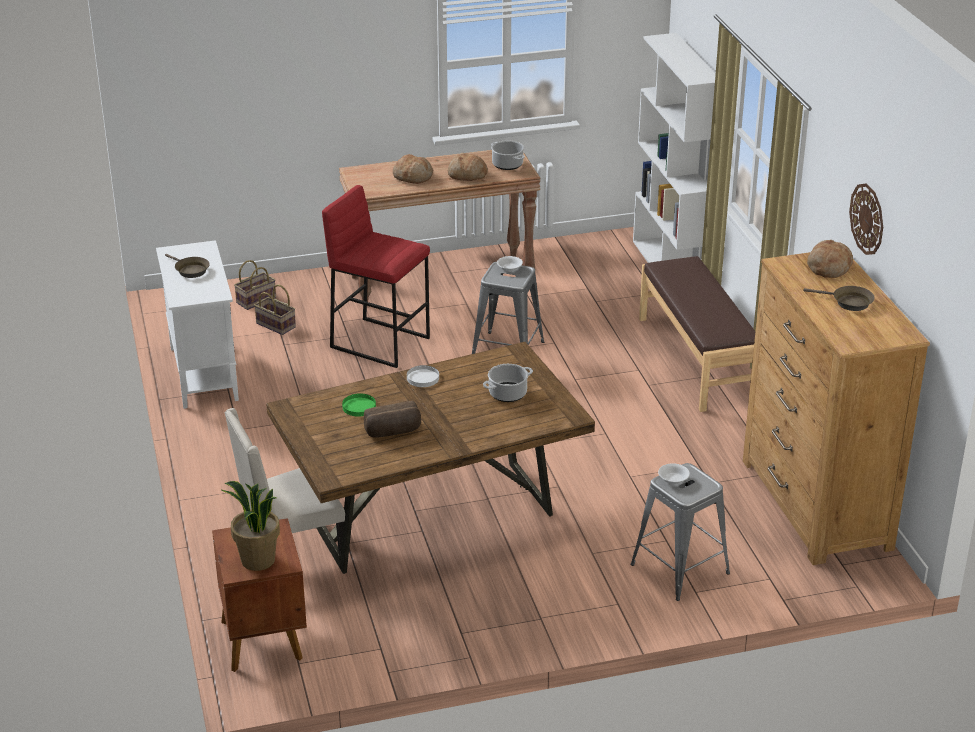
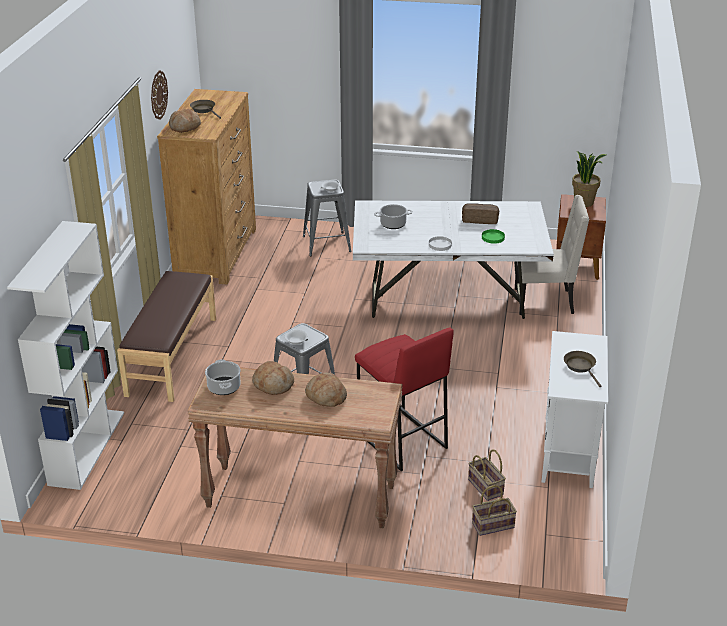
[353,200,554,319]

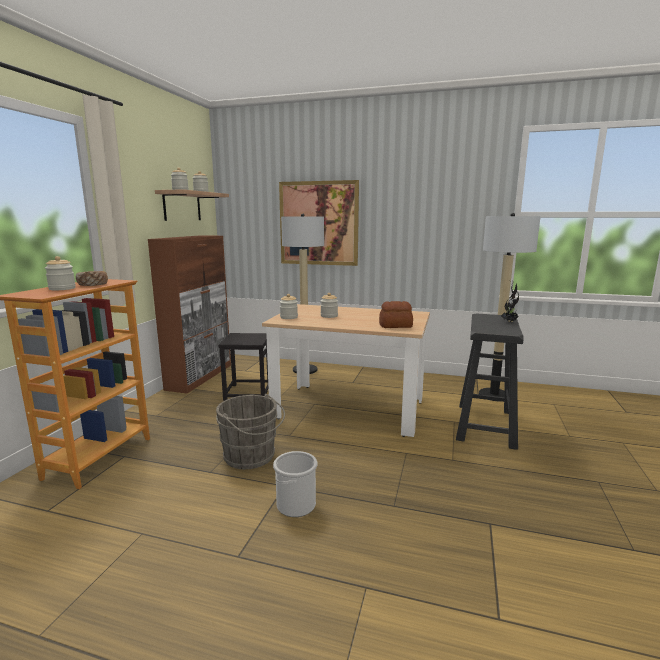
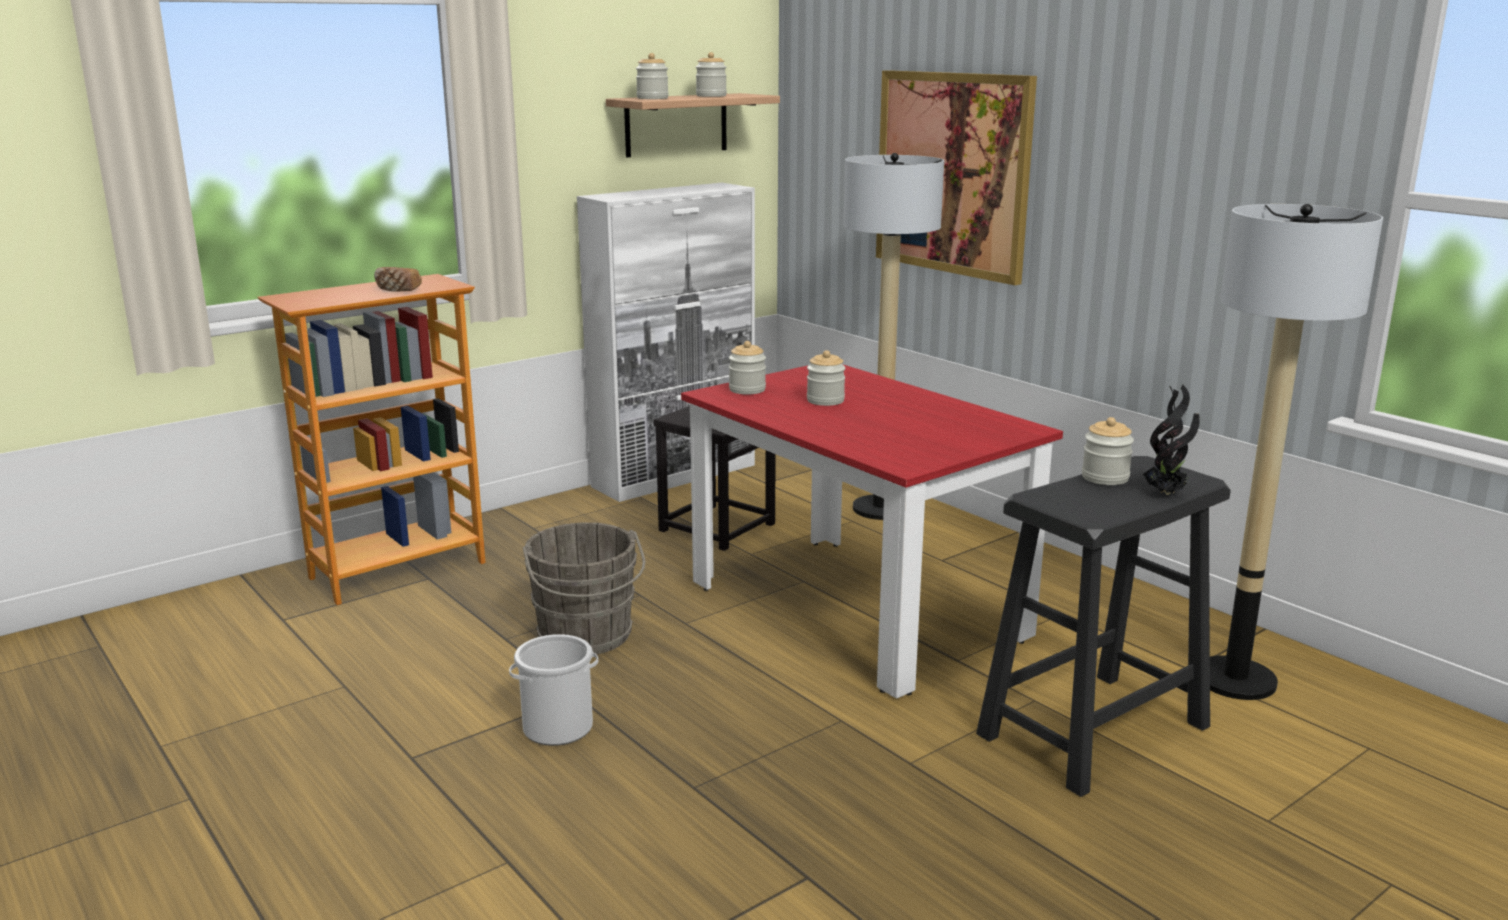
[379,301,413,328] (first image)
[1082,417,1134,485]
[577,183,755,502]
[681,364,1063,699]

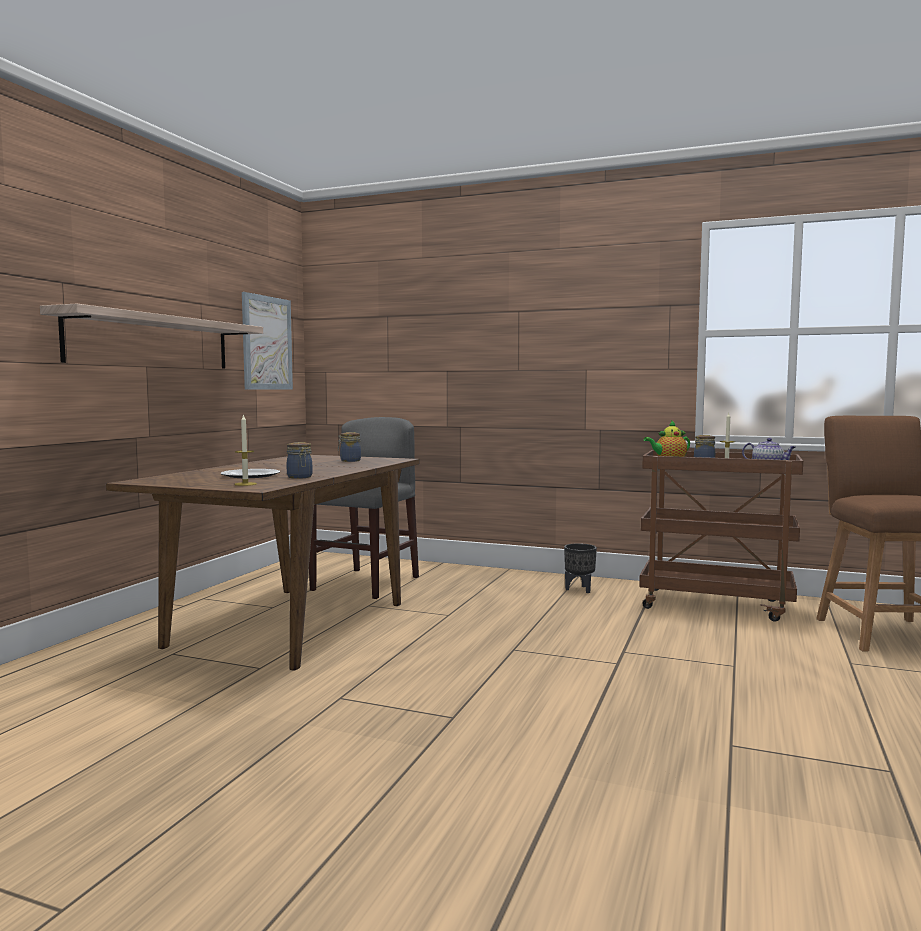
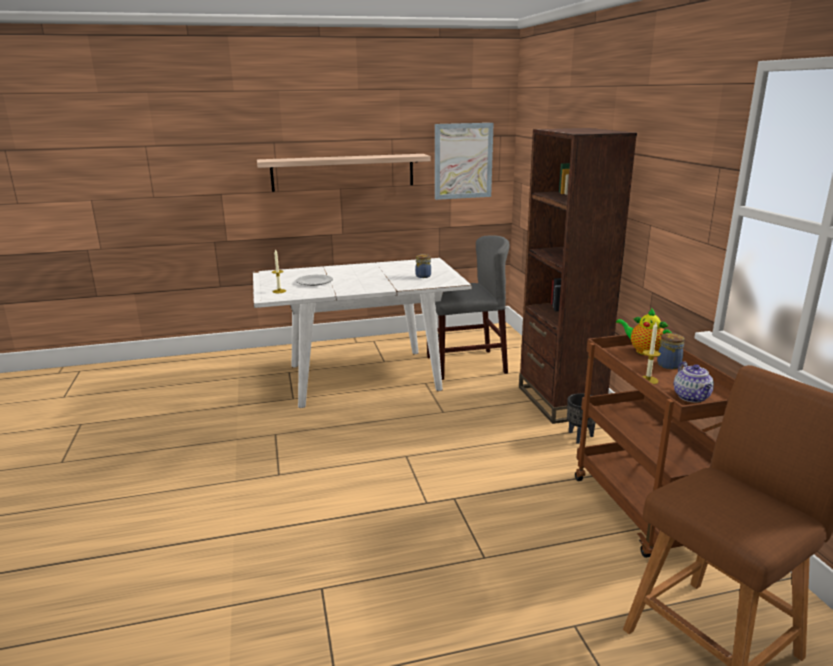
[287,442,313,479] (first image)
[519,128,637,424]
[253,258,472,408]

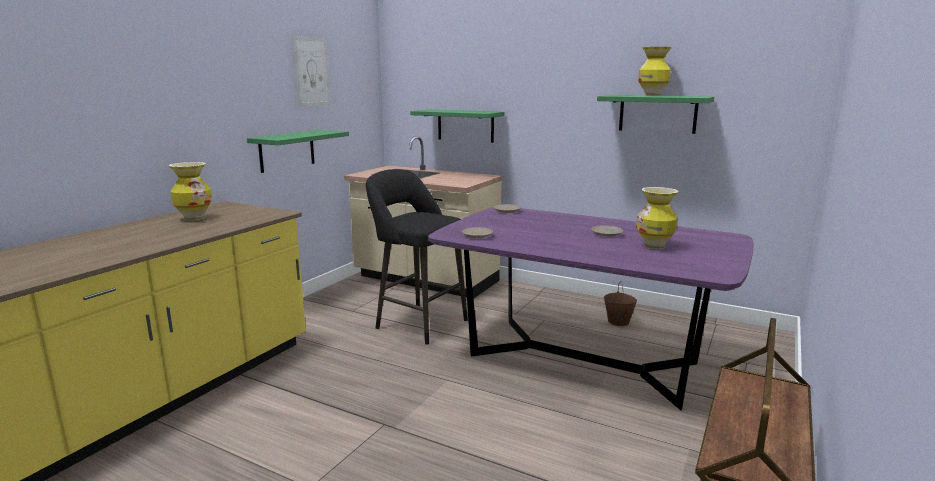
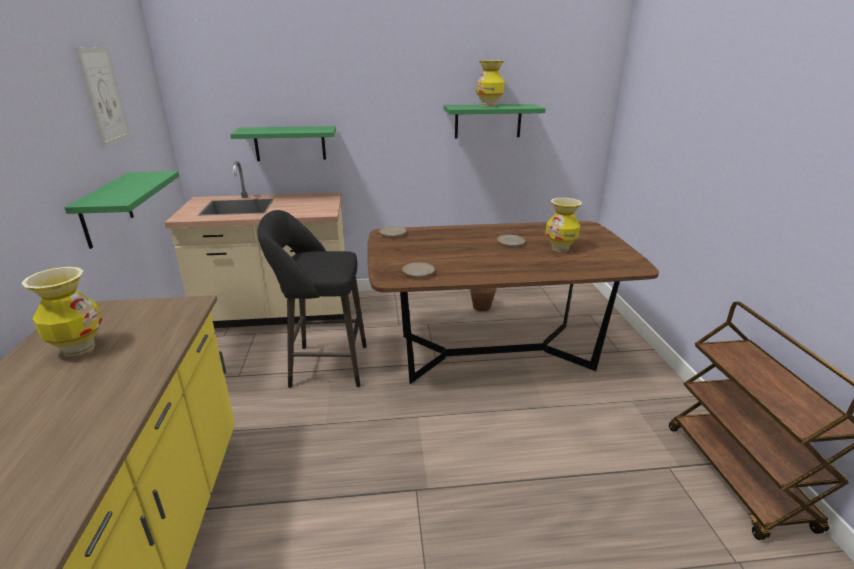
[368,221,659,384]

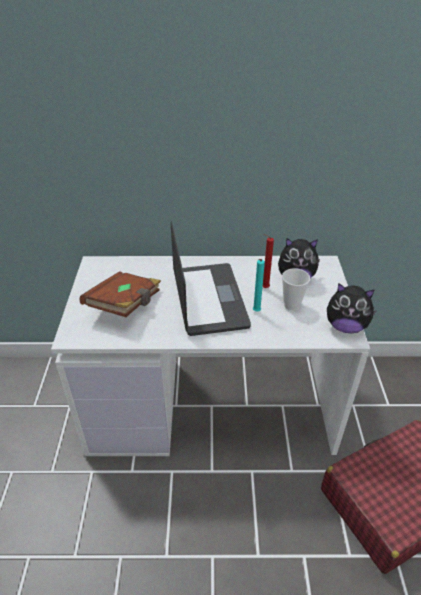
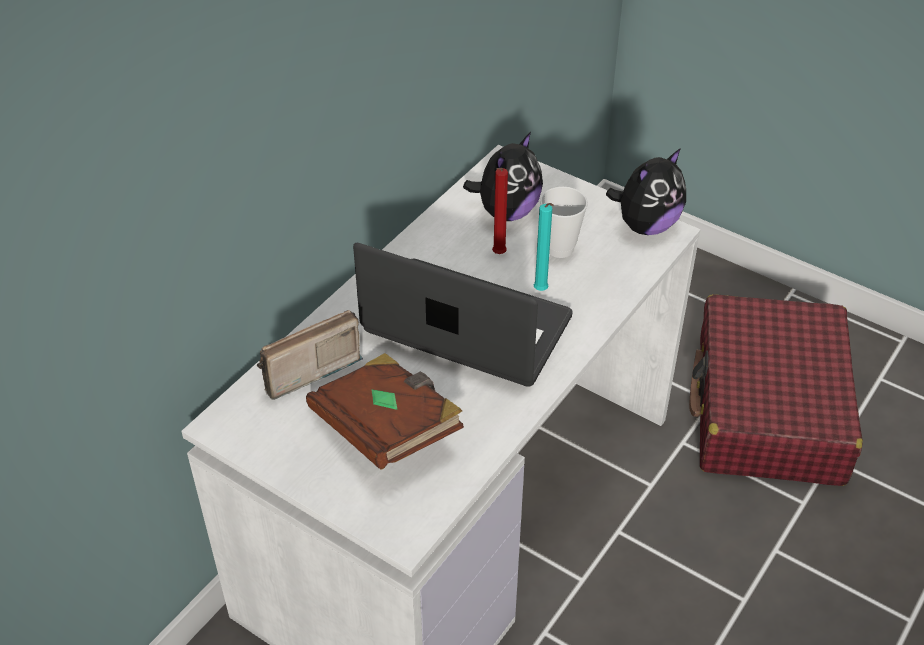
[257,310,363,400]

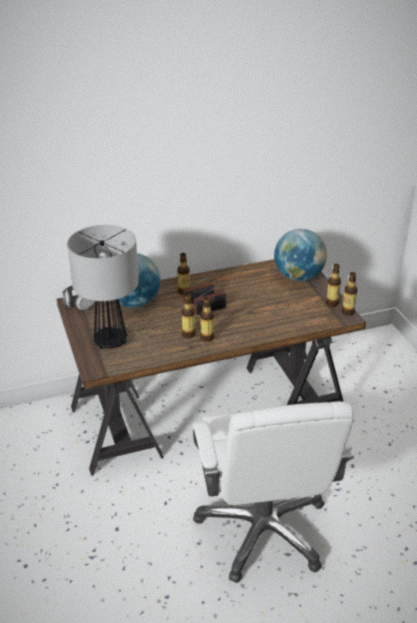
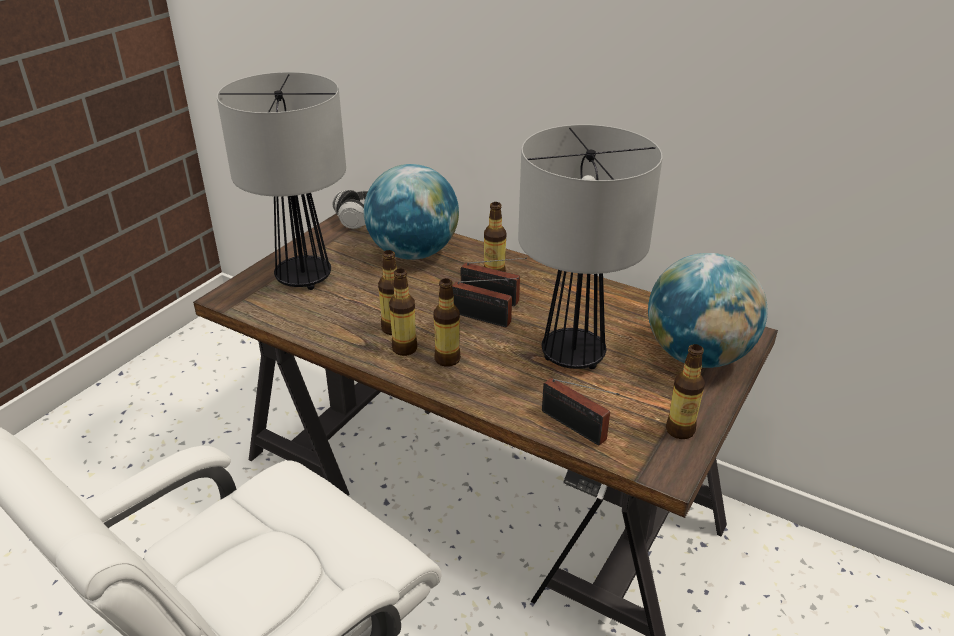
[518,124,663,369]
[542,378,619,446]
[434,278,461,367]

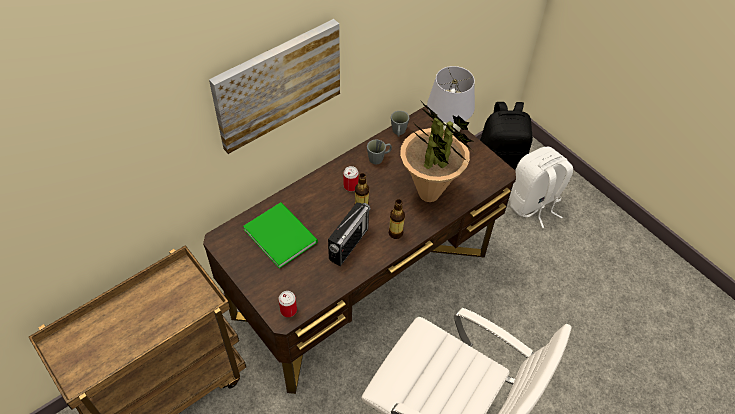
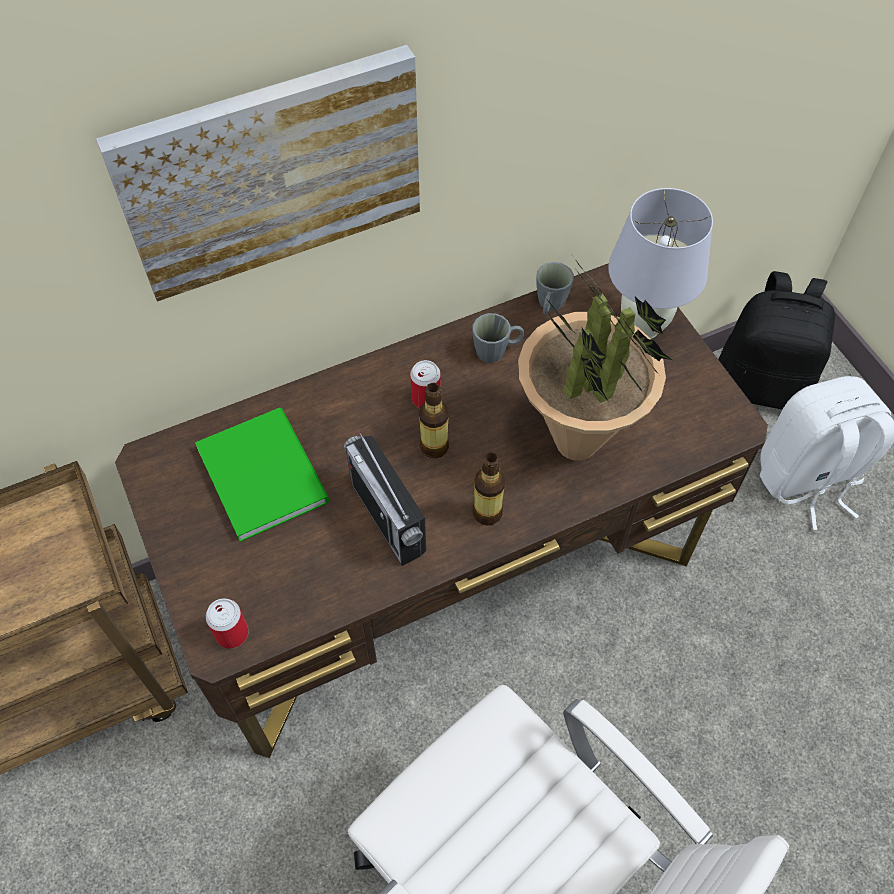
[344,430,426,566]

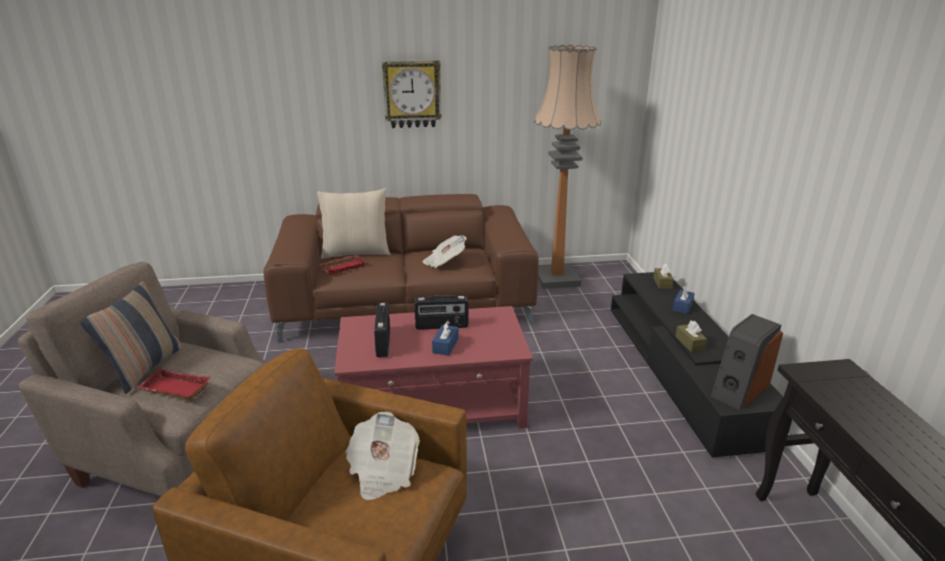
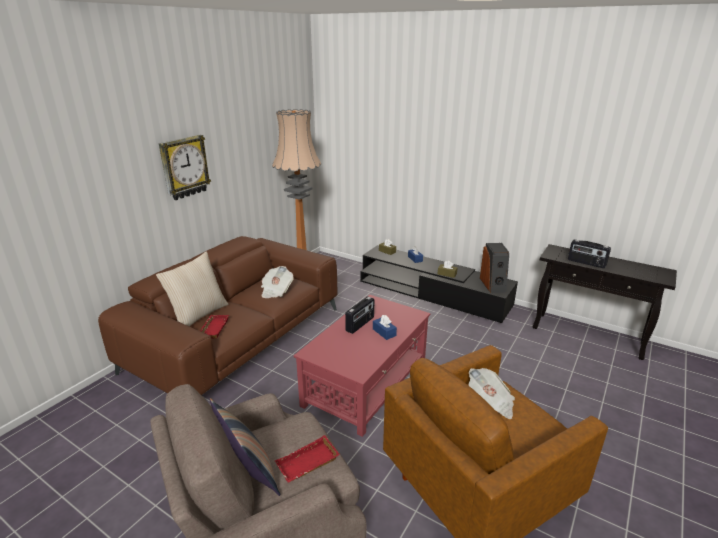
[568,240,611,268]

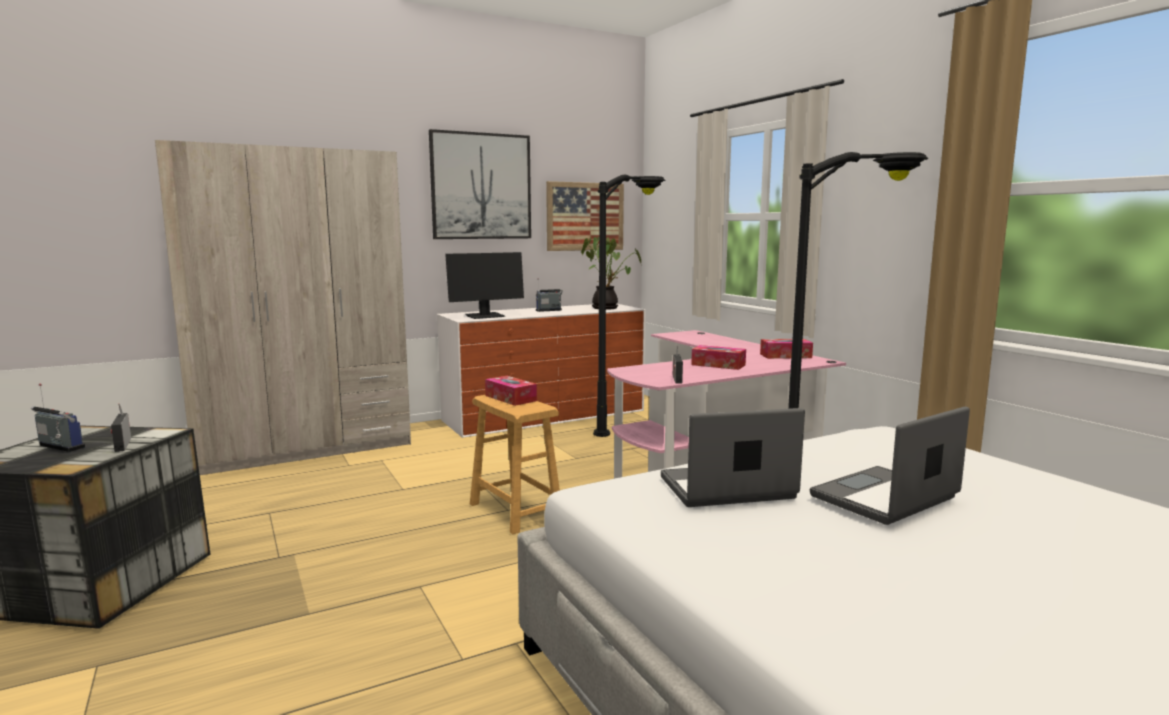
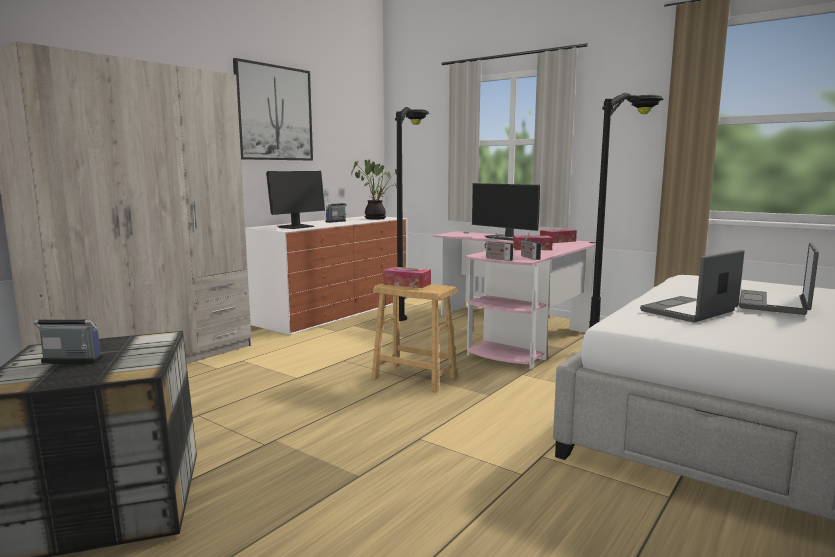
[546,181,624,251] (first image)
[472,183,540,241]
[484,233,513,261]

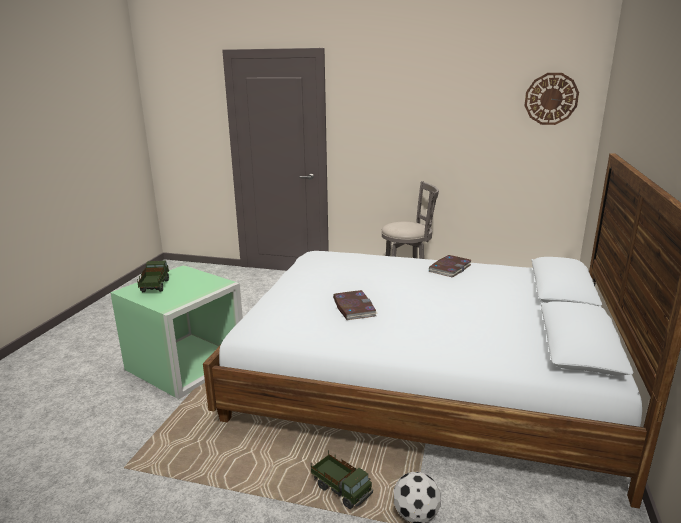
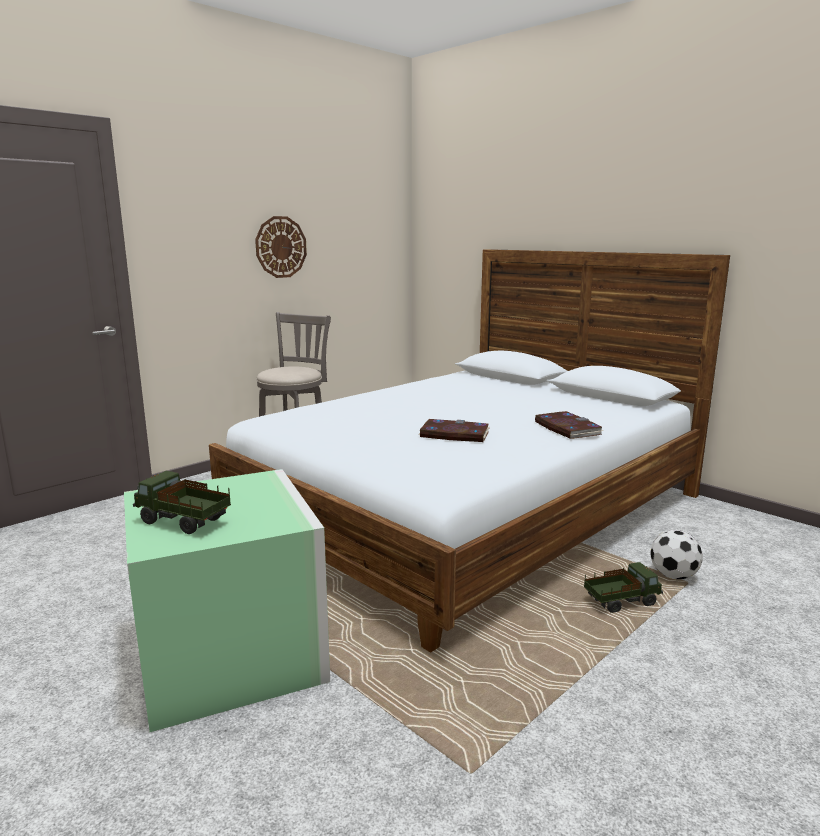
[535,411,604,439]
[255,216,307,278]

